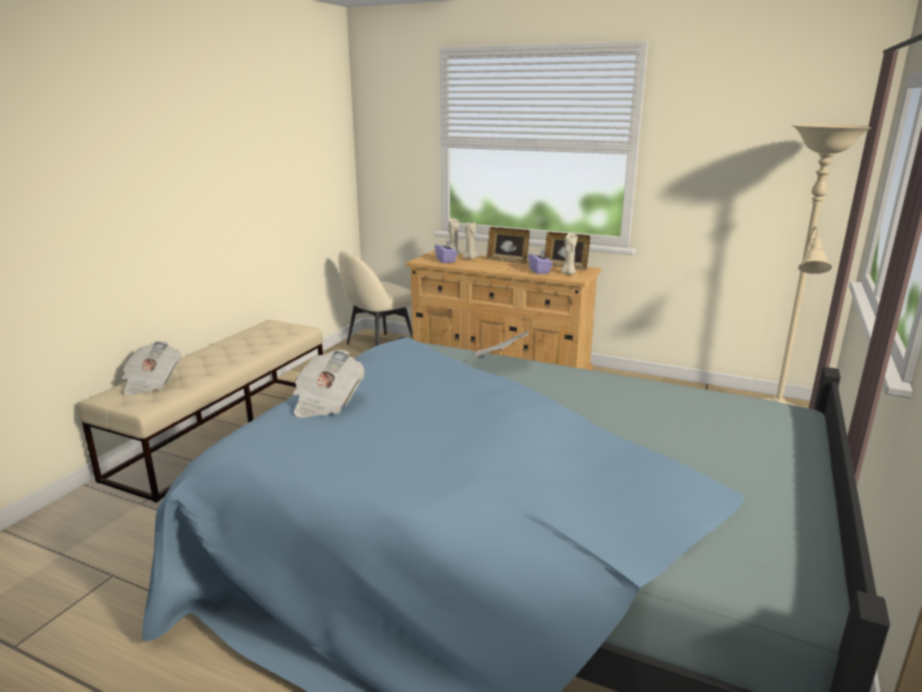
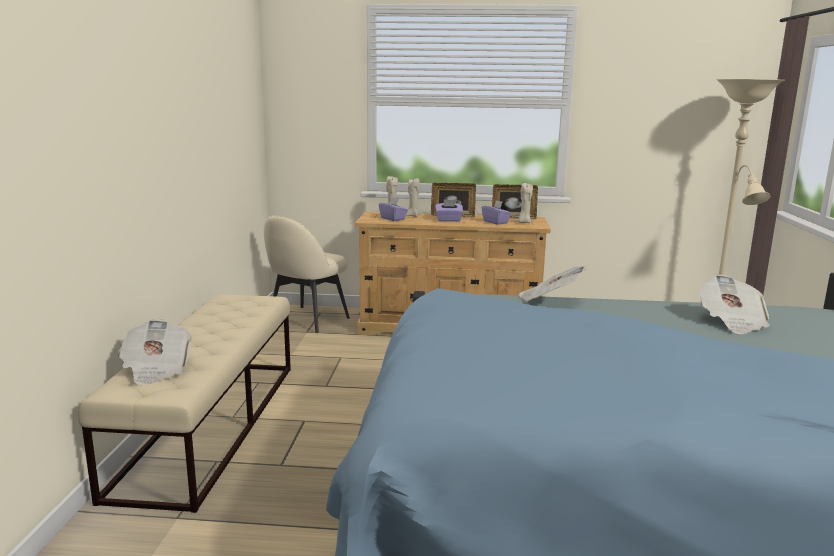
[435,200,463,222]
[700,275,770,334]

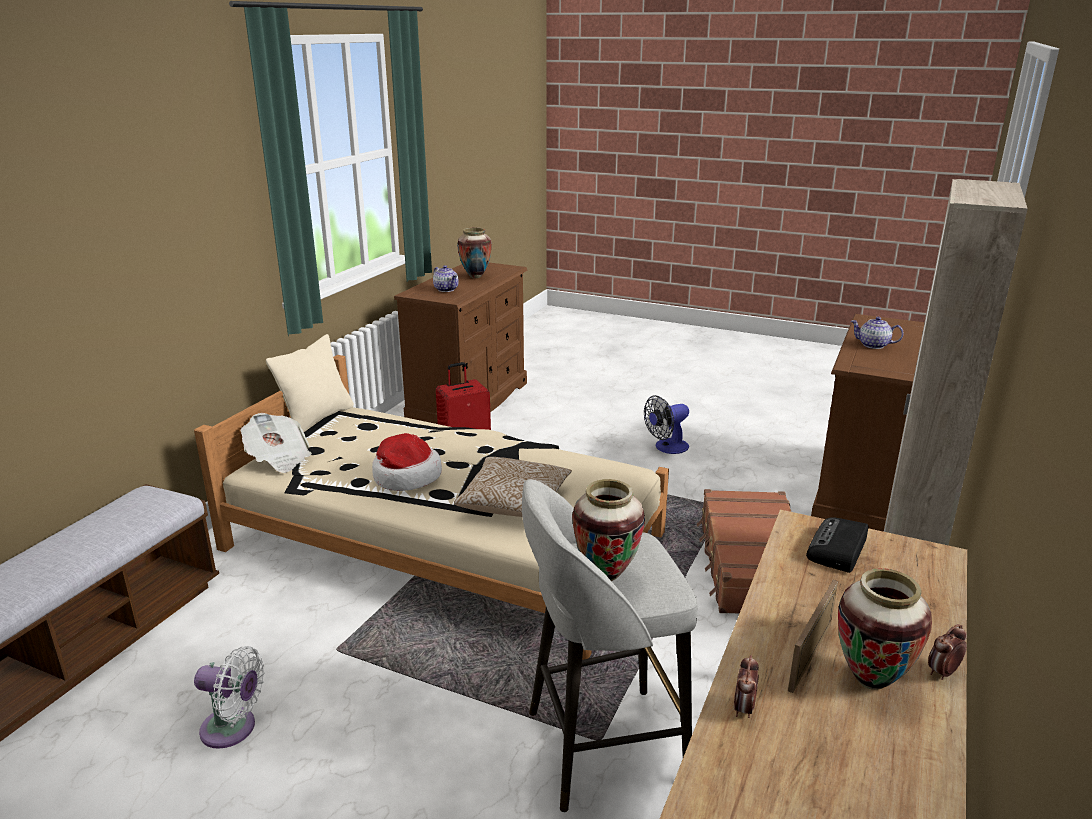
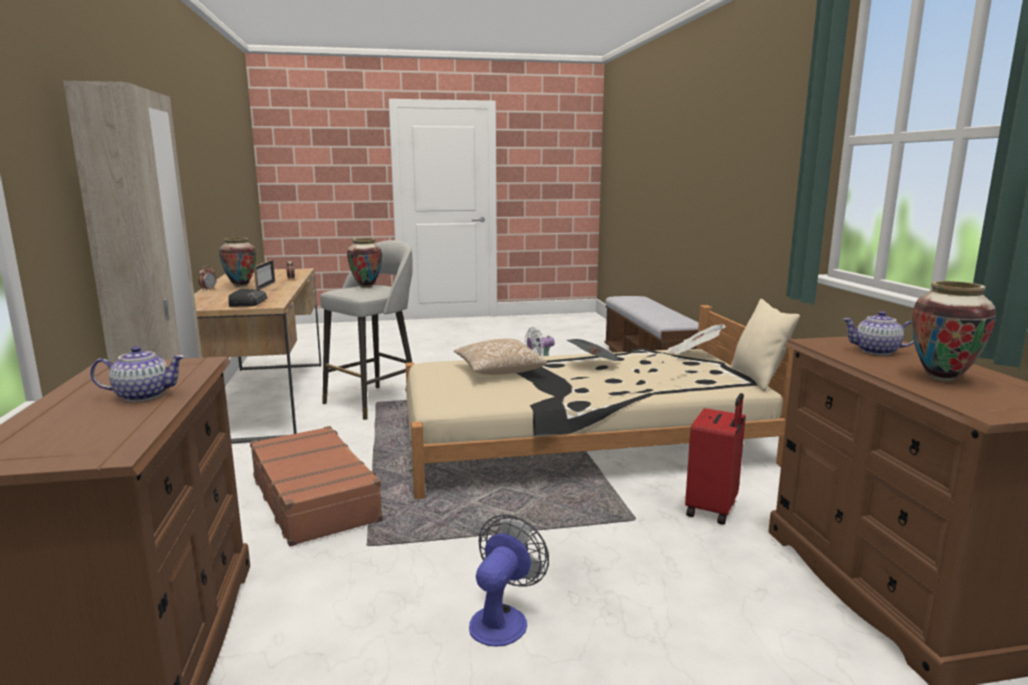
[567,339,620,361]

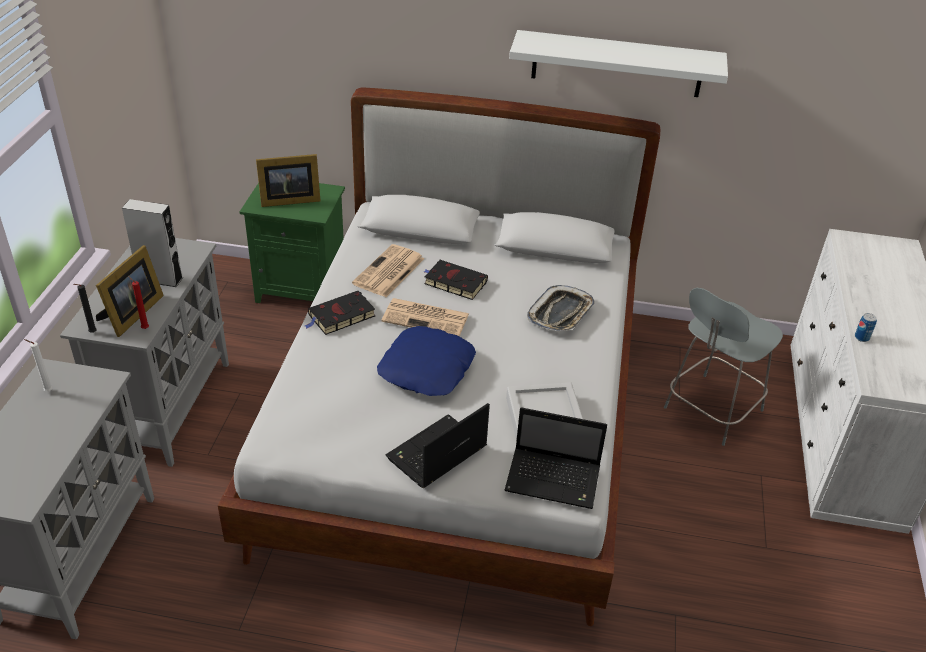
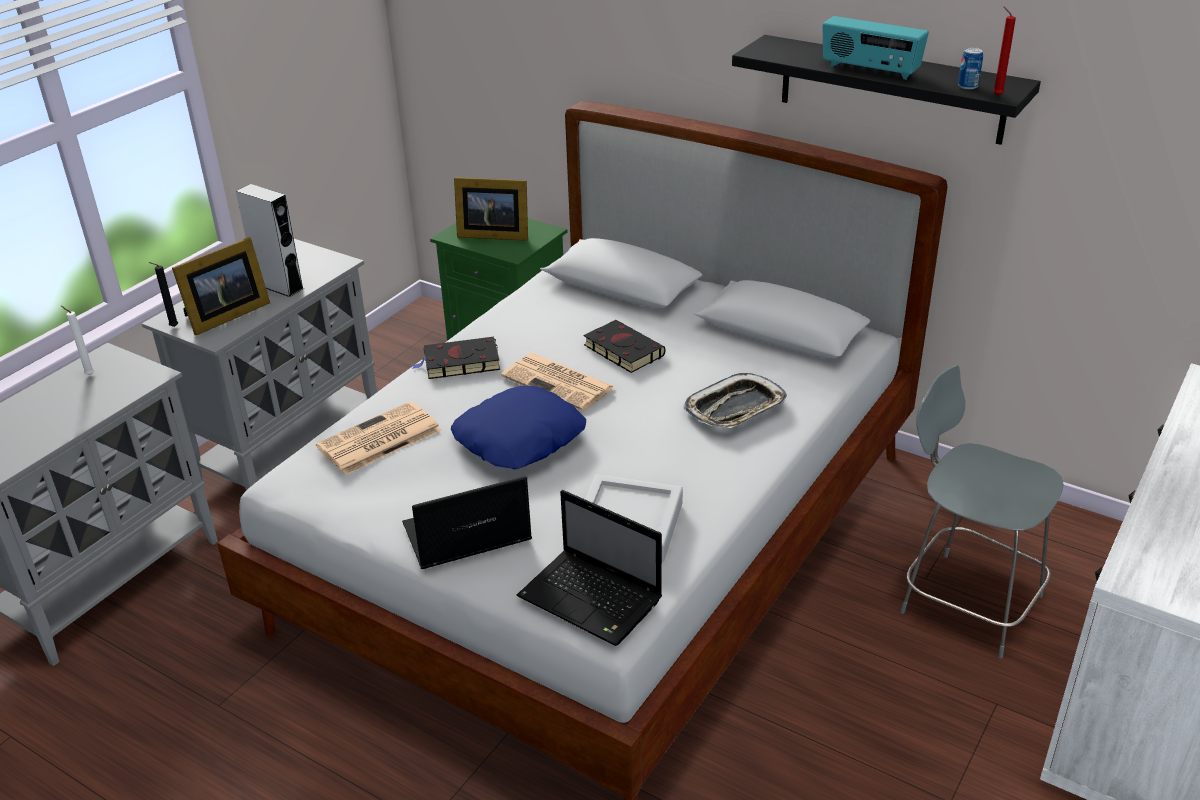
[822,16,929,80]
[993,7,1016,96]
[316,401,441,475]
[958,47,983,89]
[732,35,1041,145]
[900,365,1064,658]

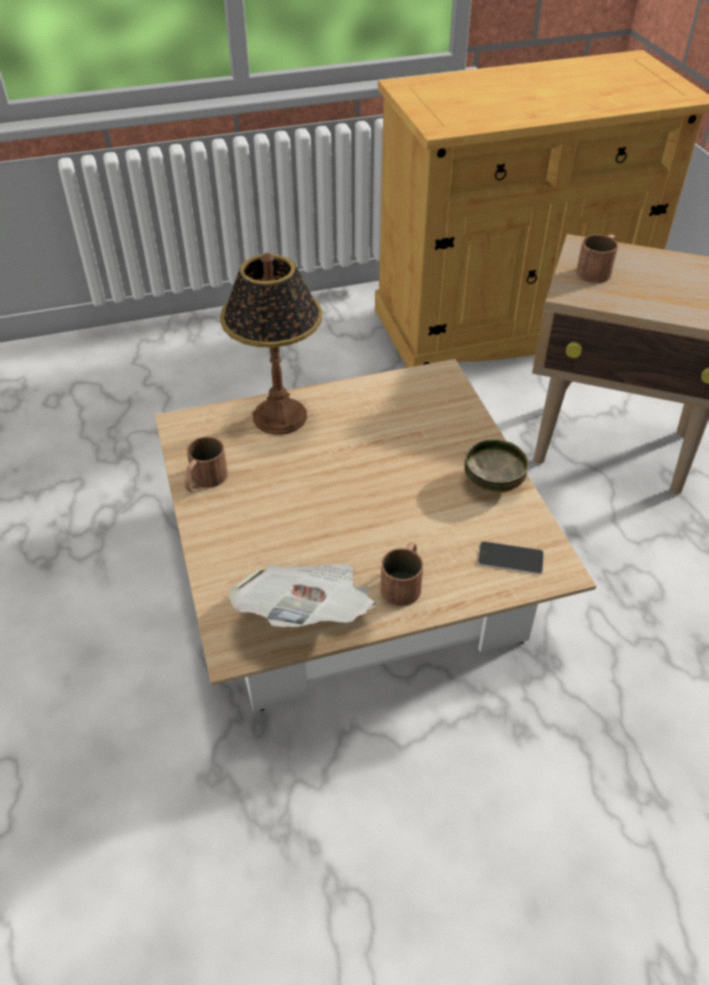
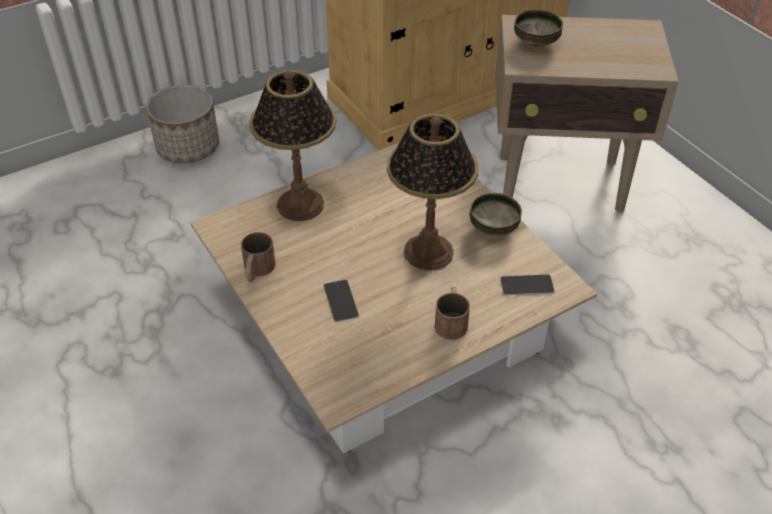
[228,563,376,627] (first image)
[146,84,219,164]
[323,280,359,322]
[387,114,478,270]
[514,9,563,47]

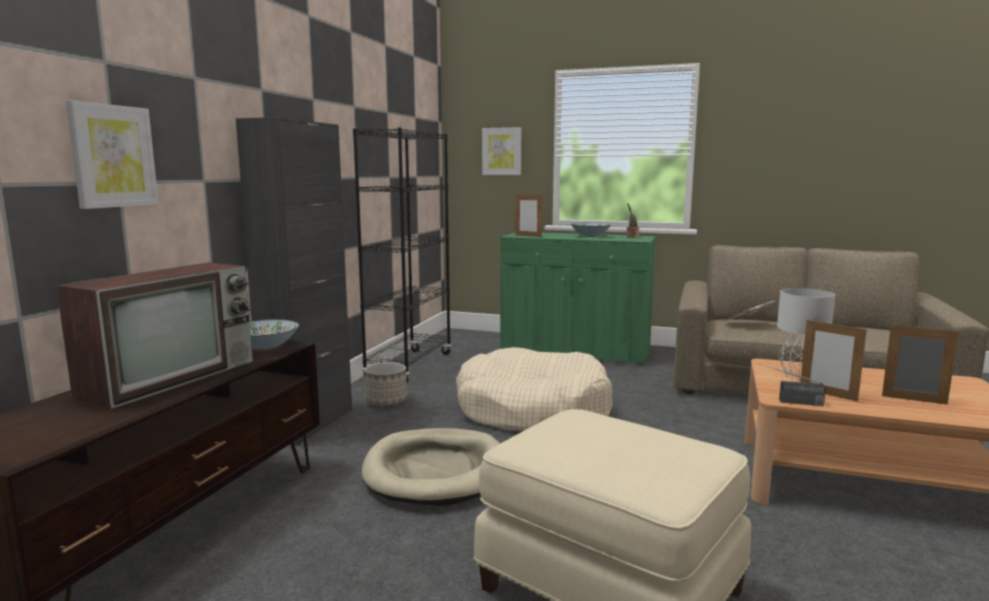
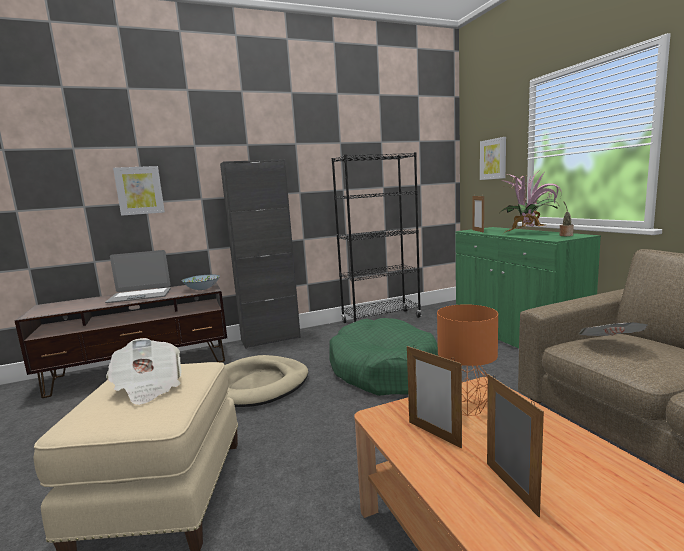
[364,362,407,406] (first image)
[761,364,826,406] (first image)
[106,338,181,405]
[105,250,171,303]
[499,170,562,233]
[329,318,438,396]
[437,304,498,416]
[407,345,462,448]

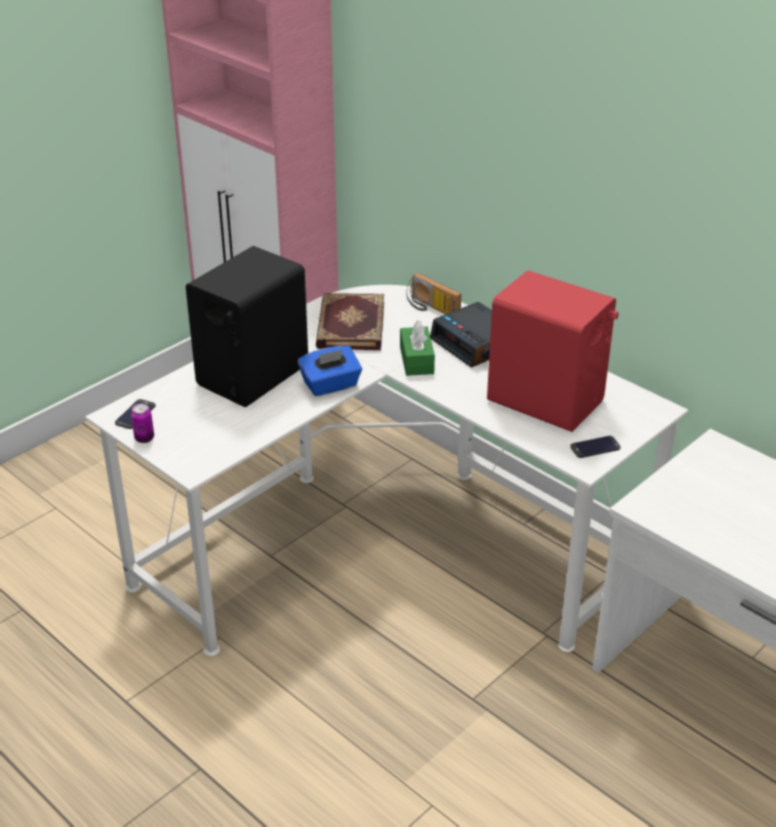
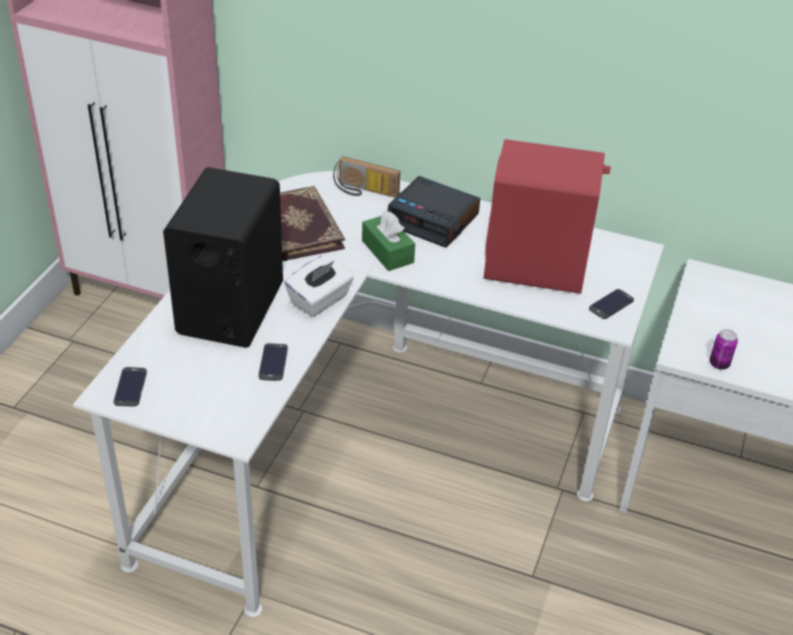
[258,343,288,381]
[709,329,738,370]
[285,254,354,317]

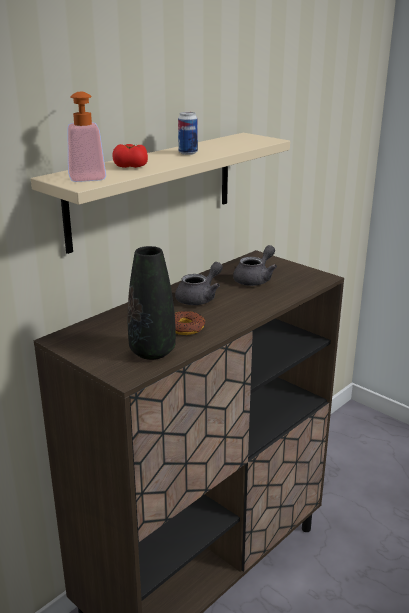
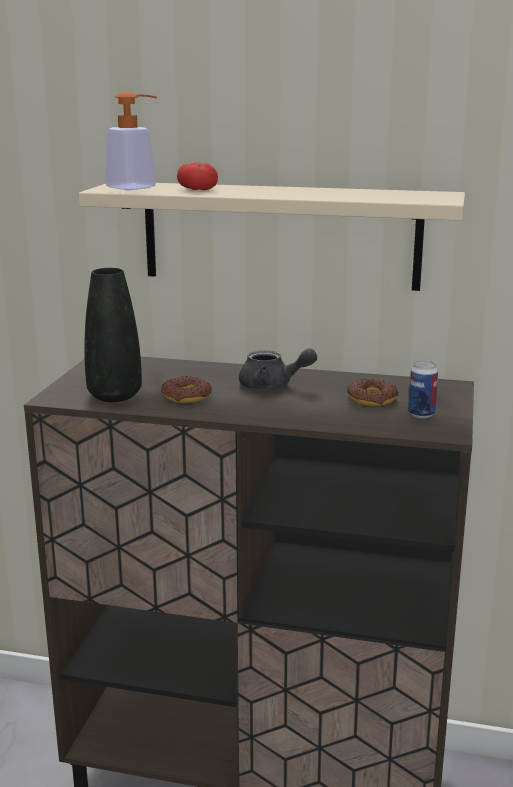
[408,360,438,418]
[347,379,398,406]

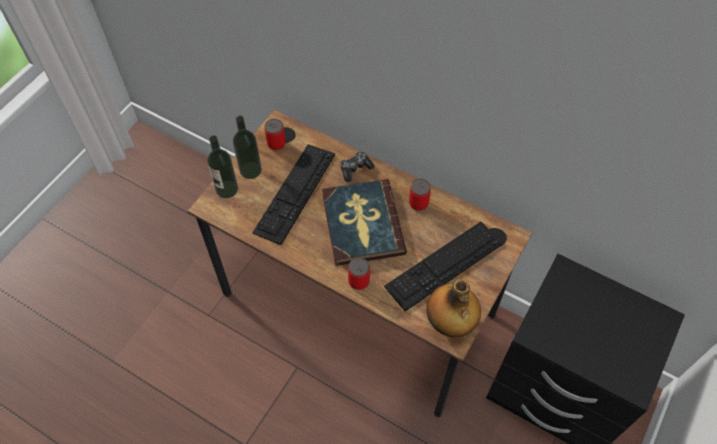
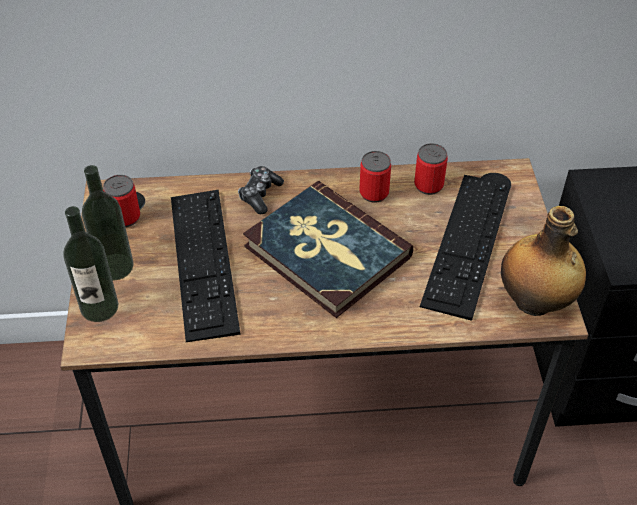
[414,143,448,195]

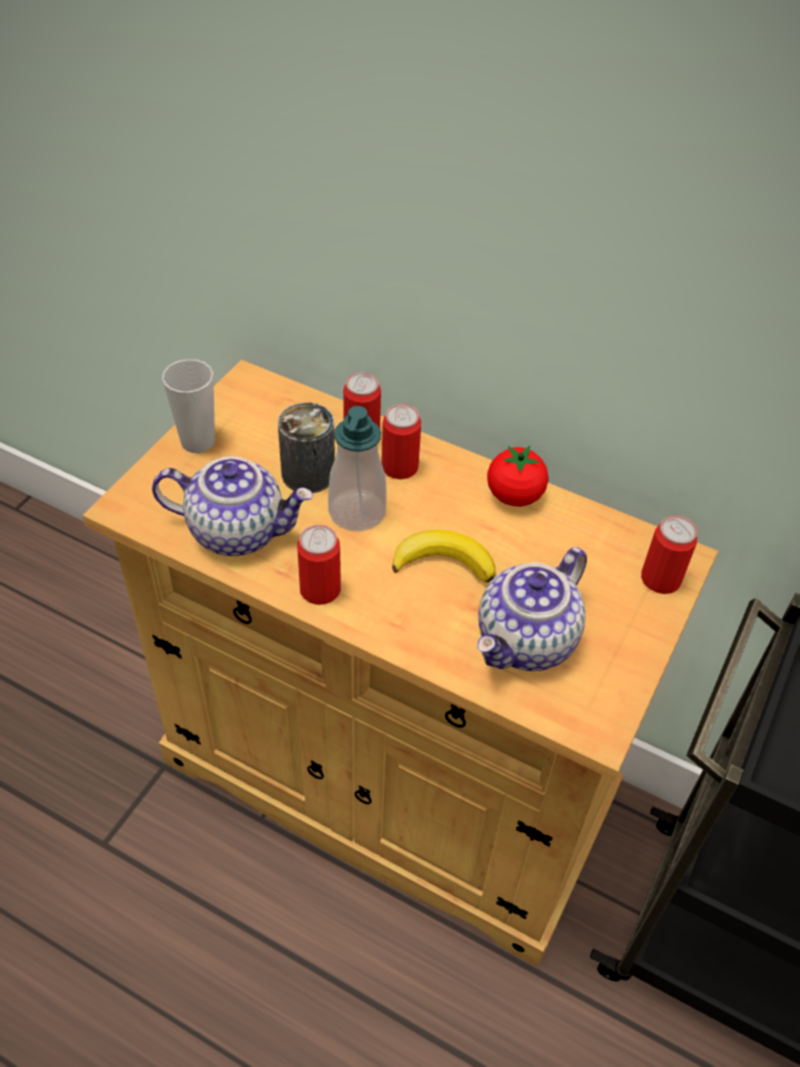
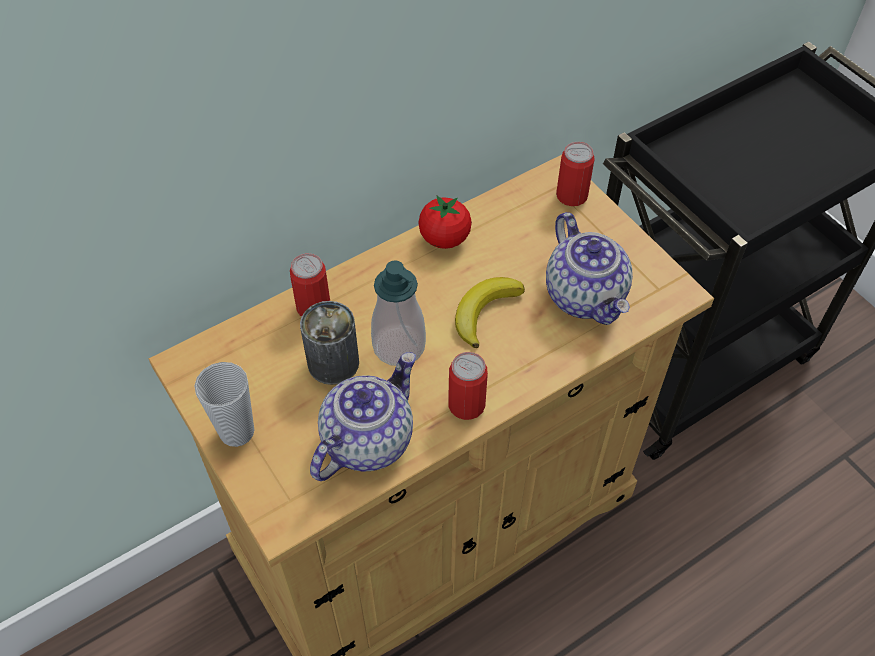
[381,404,421,479] (first image)

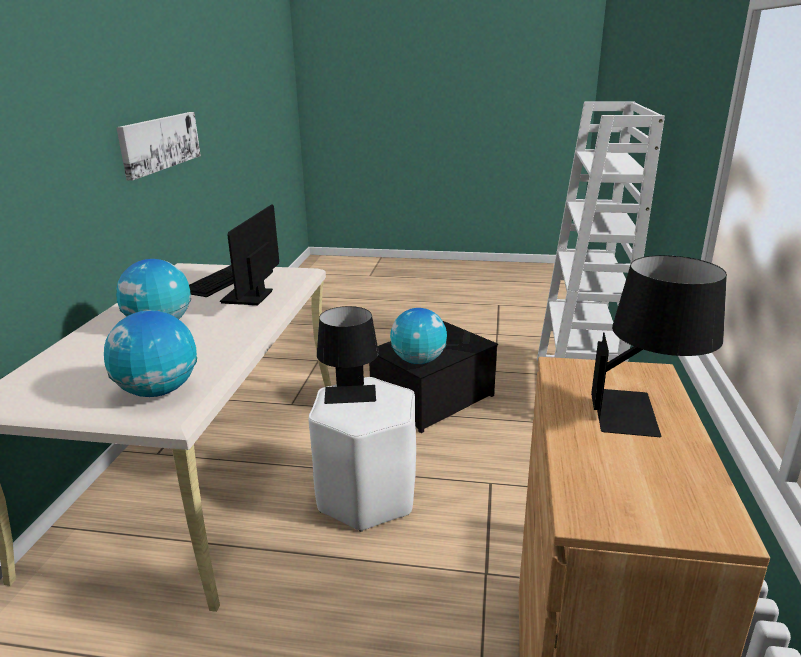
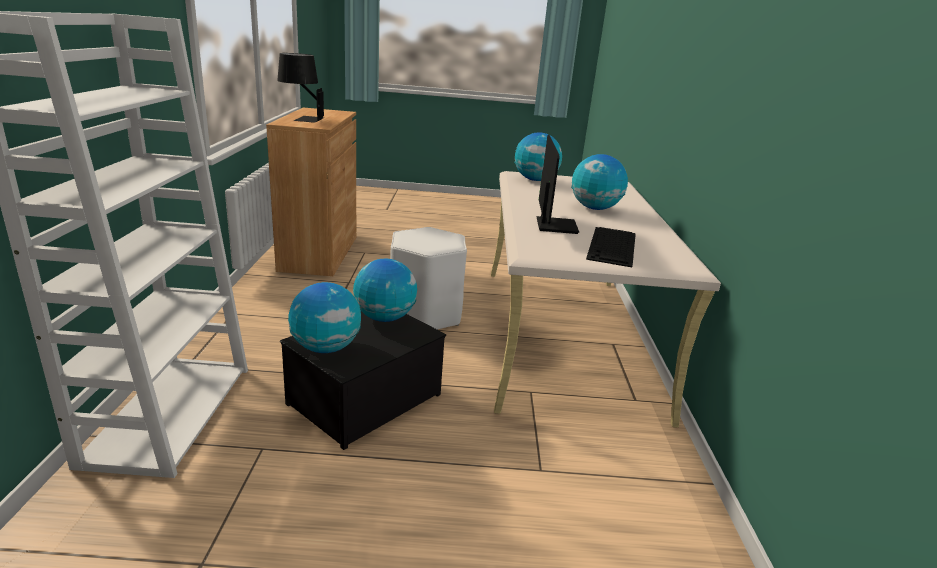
[116,112,201,181] (first image)
[317,306,379,404] (first image)
[288,282,361,353]

